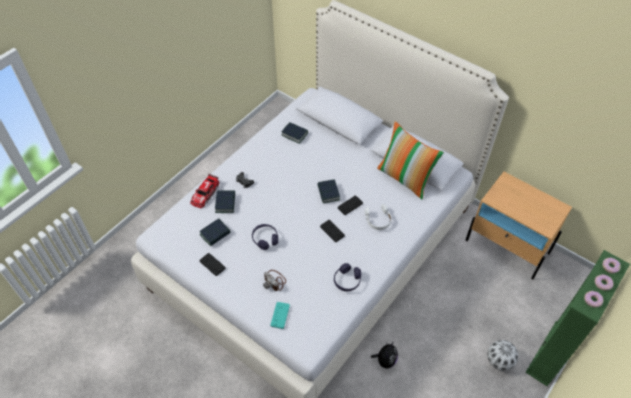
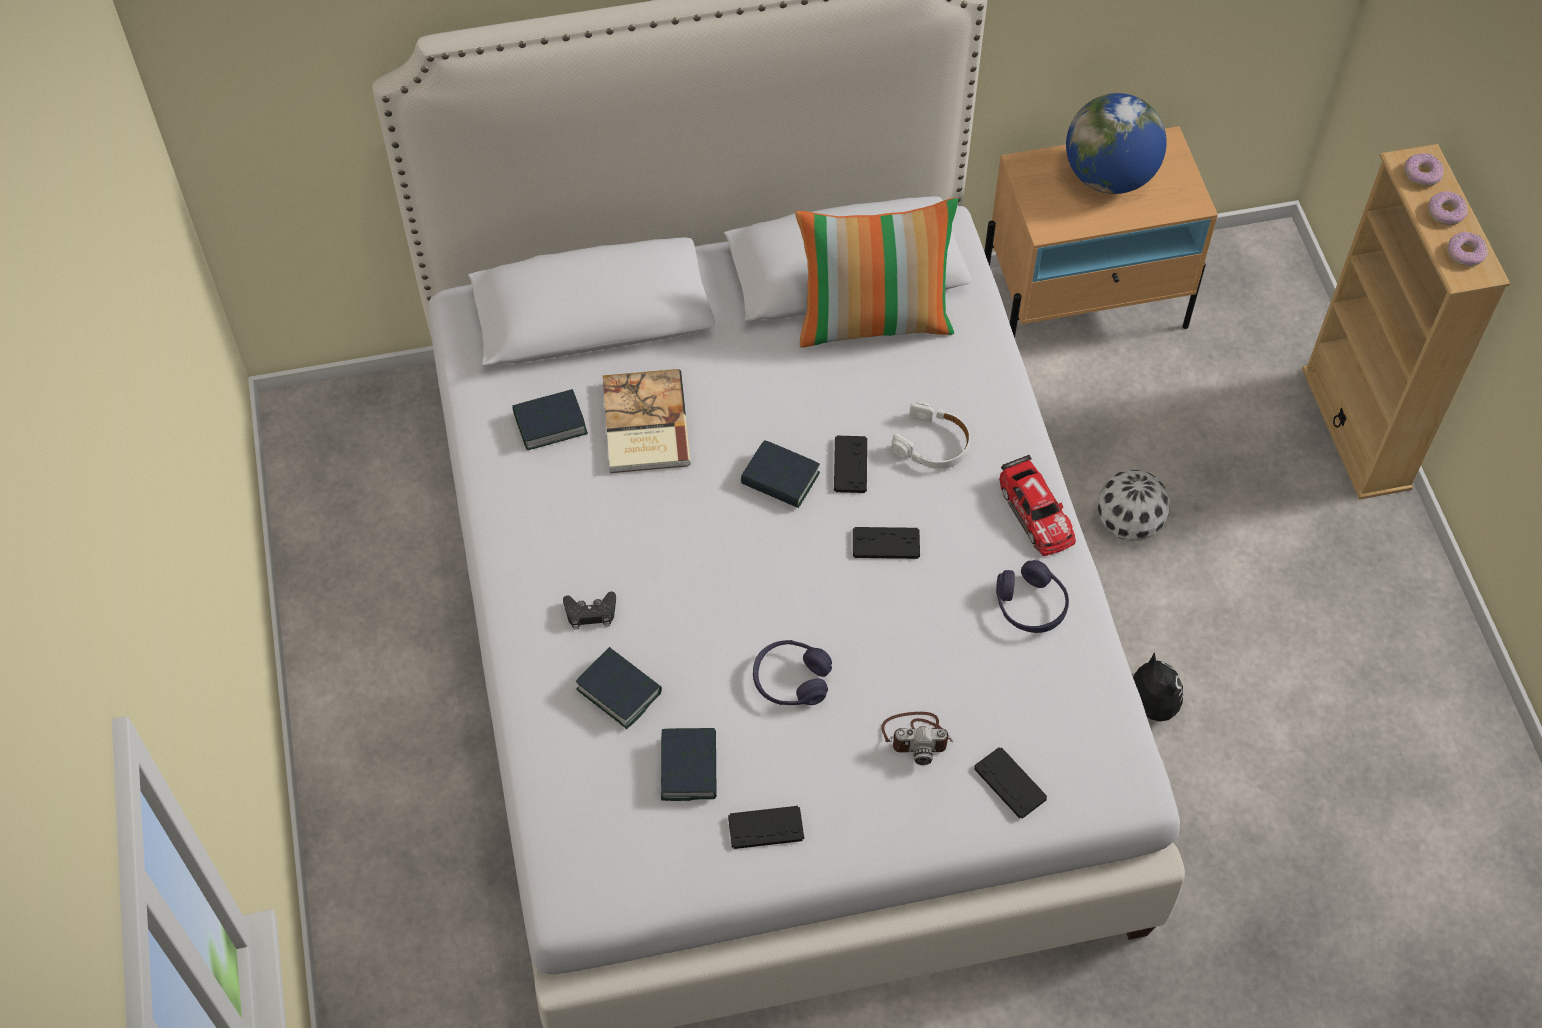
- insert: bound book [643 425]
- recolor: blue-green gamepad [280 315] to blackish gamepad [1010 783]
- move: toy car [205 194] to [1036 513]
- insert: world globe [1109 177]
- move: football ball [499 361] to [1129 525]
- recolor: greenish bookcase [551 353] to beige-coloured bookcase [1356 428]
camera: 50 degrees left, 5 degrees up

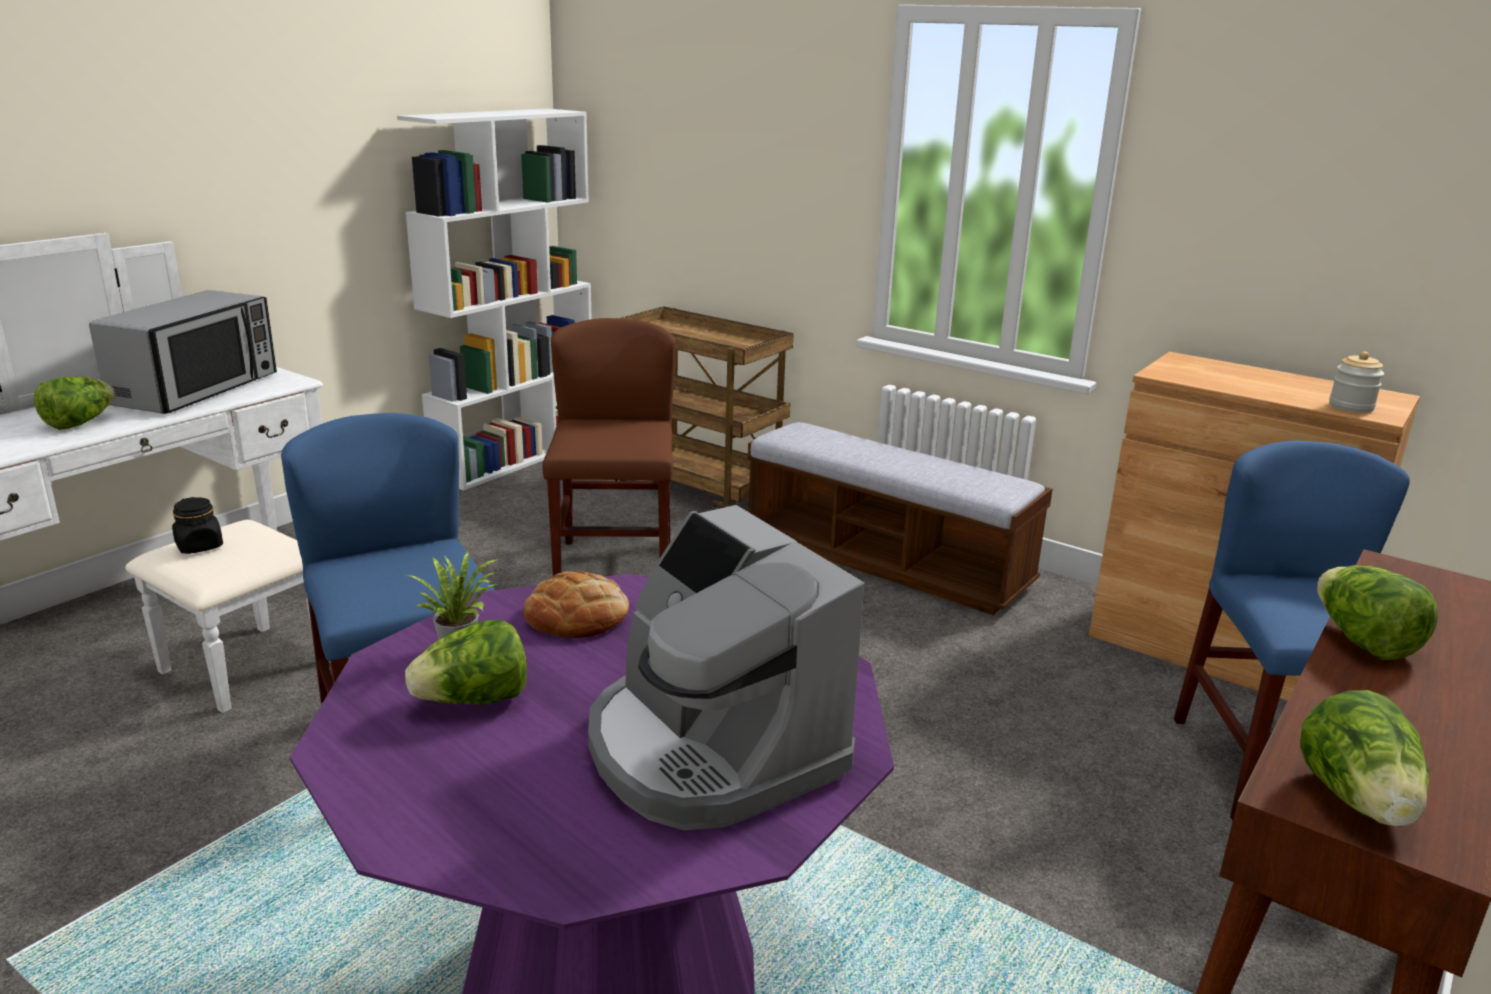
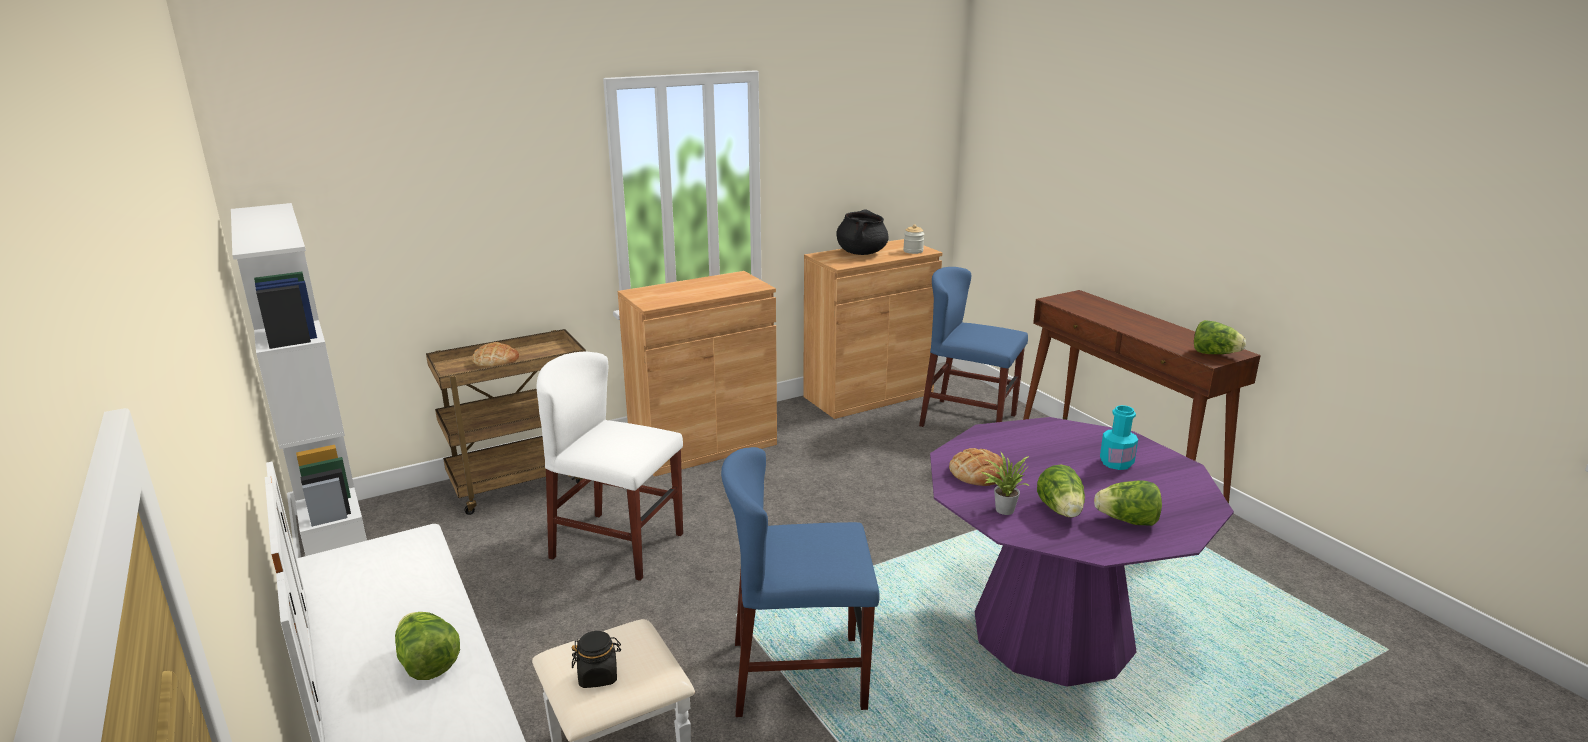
- insert: bakery bread [496 361]
- recolor: brown plain chair [614 569] to white plain chair [618 545]
- replace: long seat [885 561] to brown storage cabinet [703 446]
- insert: blackish saucepot [861 253]
- move: lettuce head [1362 642] to [1127 521]
- replace: coffee machine [710 750] to blue-green drink bottle [1116 463]
- delete: kitchen microwave [197 389]
camera: 65 degrees left, 0 degrees up

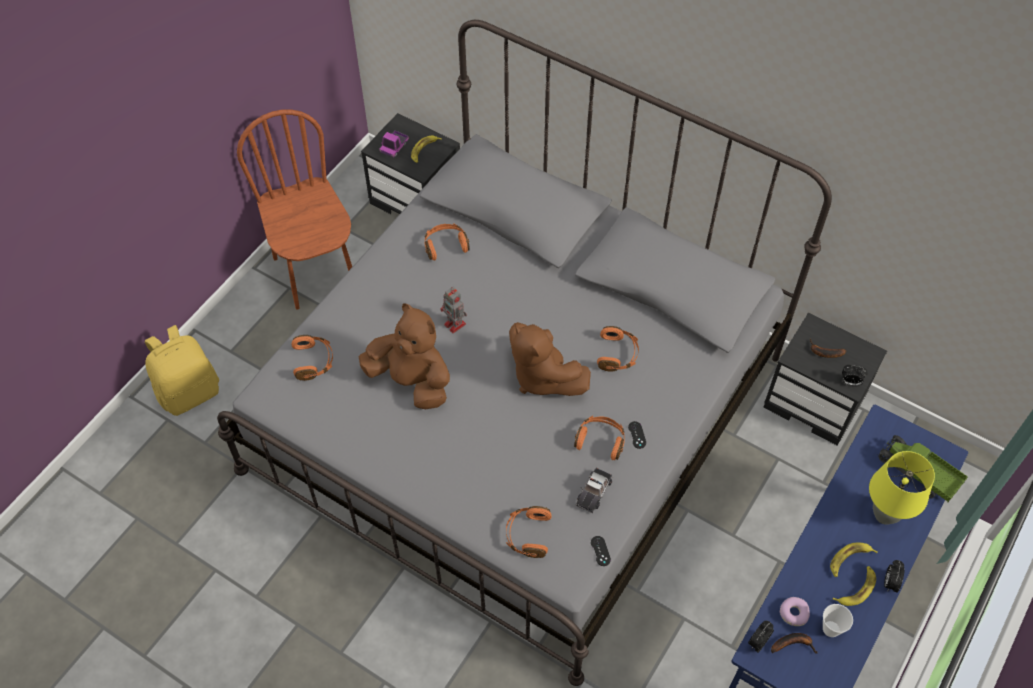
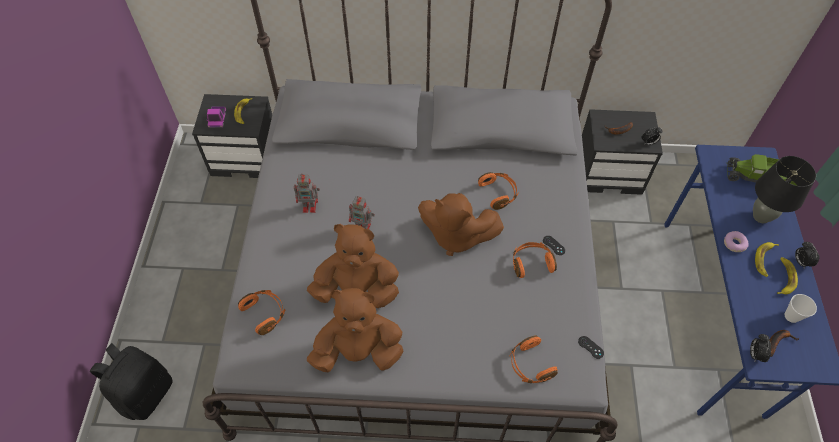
- recolor: yellowish knapsack [189 392] to blackish knapsack [145 393]
- insert: model robot [310 206]
- insert: brown plush toy [358 351]
- move: donut [793 613] to [734 244]
- recolor: yellowish table lamp [885 515] to blackish table lamp [761 216]
- delete: brown plain chair [316 273]
- delete: orange headphones [445 245]
- delete: toy car [593 492]
camera: 30 degrees left, 0 degrees up

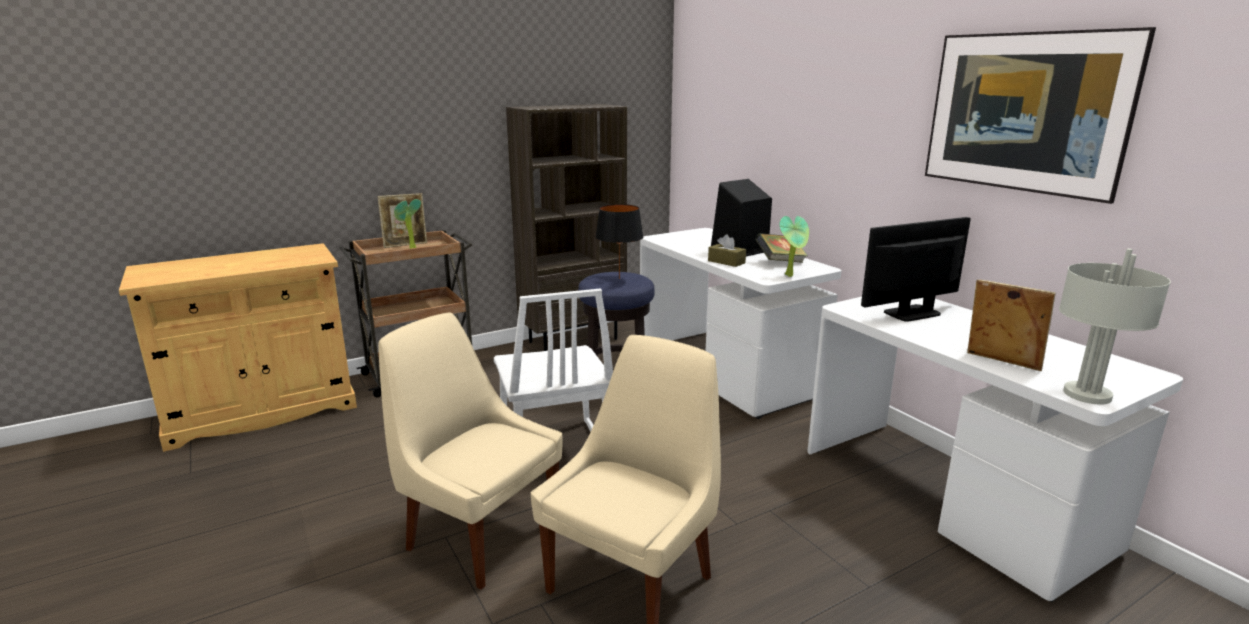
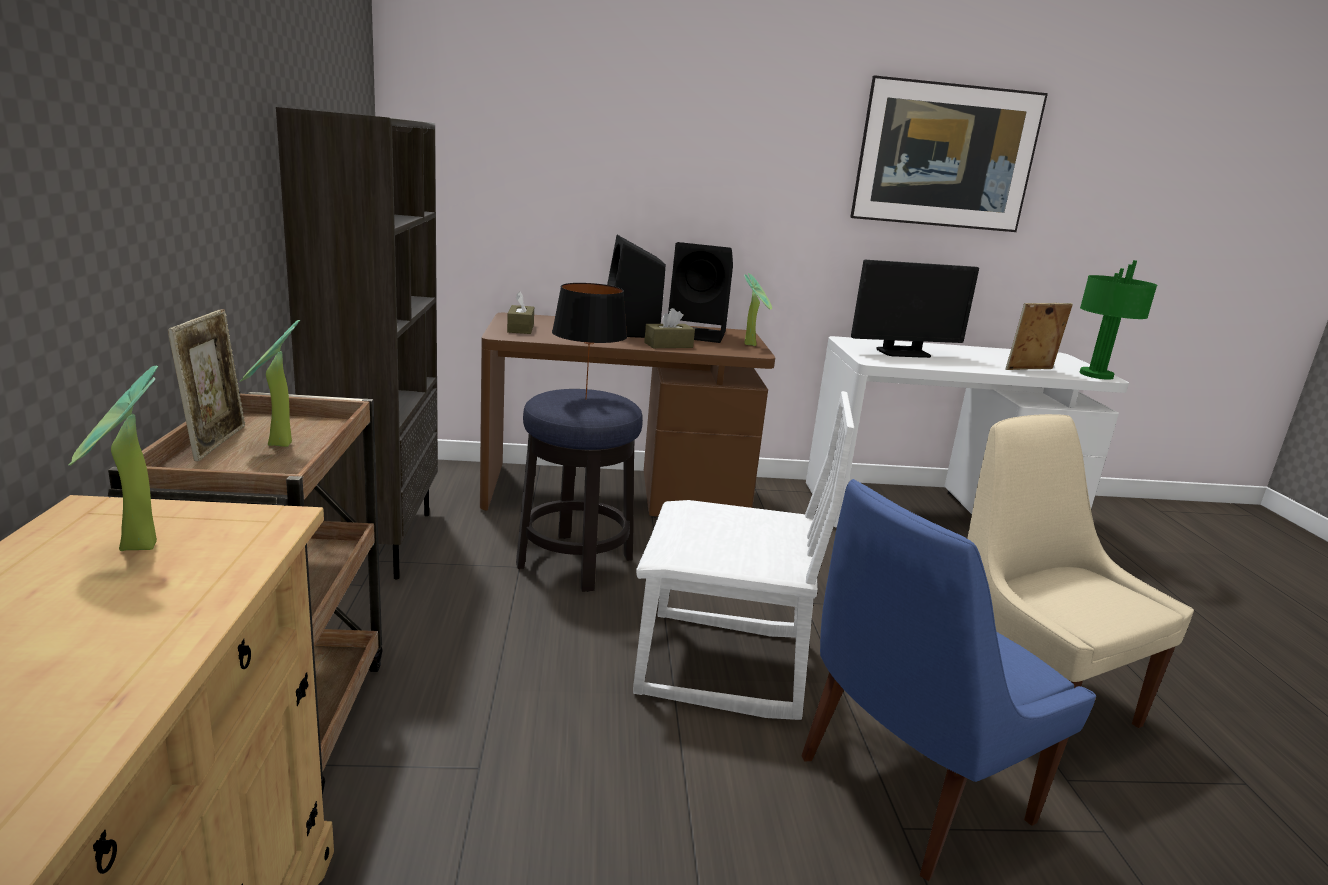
- insert: potted plant [133 551]
- recolor: white desk unit [726 371] to brown desk unit [618 494]
- insert: brown tissue box [520 328]
- replace: bound book [780 262] to blackish loudspeaker [698 334]
- recolor: beige-coloured plain chair [479 534] to bluish plain chair [907 792]
- rotate: computer screen [912 313] = [903 353] 105 degrees counterclockwise
- recolor: grey table lamp [1085 394] to greenish table lamp [1095 375]
camera: 65 degrees left, 0 degrees up

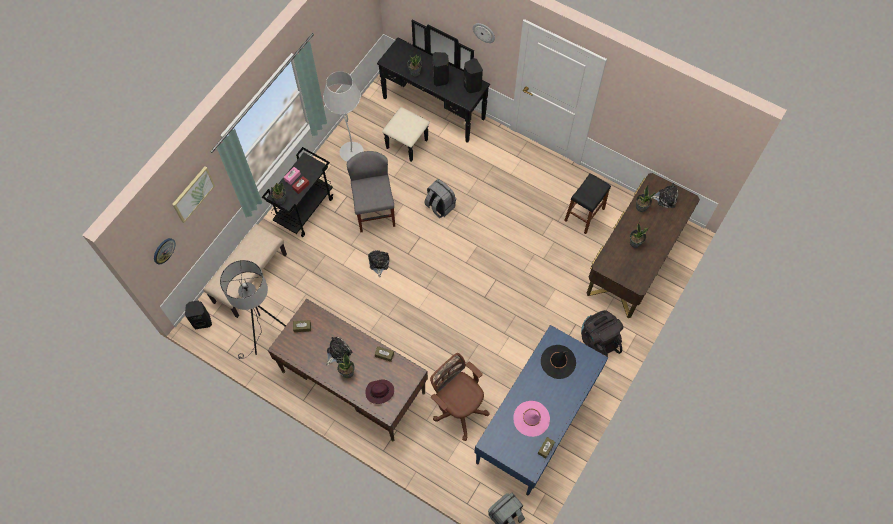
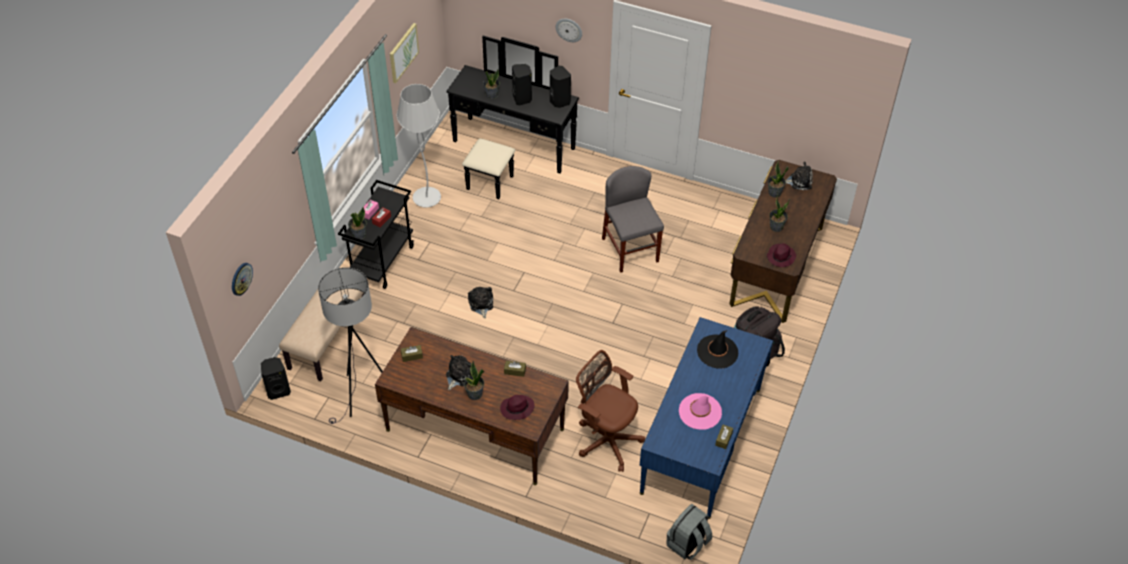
- move: wall picture [193 194] to [403 52]
- move: grey plain chair [374 211] to [630 250]
- insert: purple-coloured clothing hat [781 256]
- delete: grey knapsack [439 206]
- delete: blackish stool [584 214]
camera: 10 degrees left, 15 degrees down

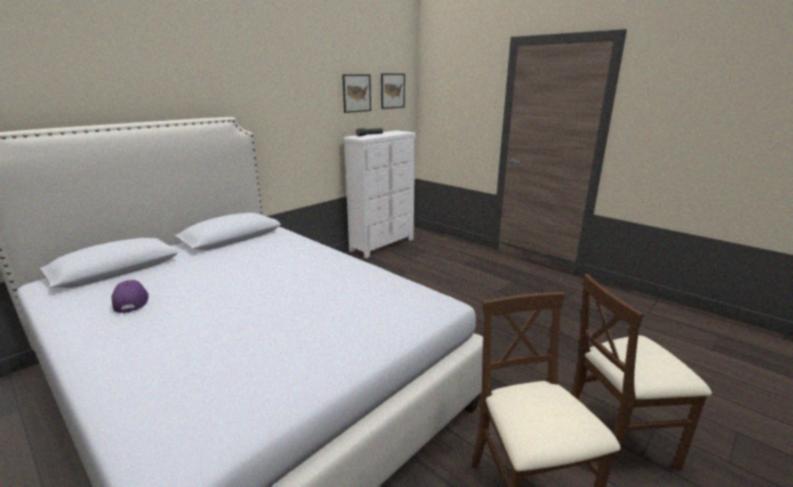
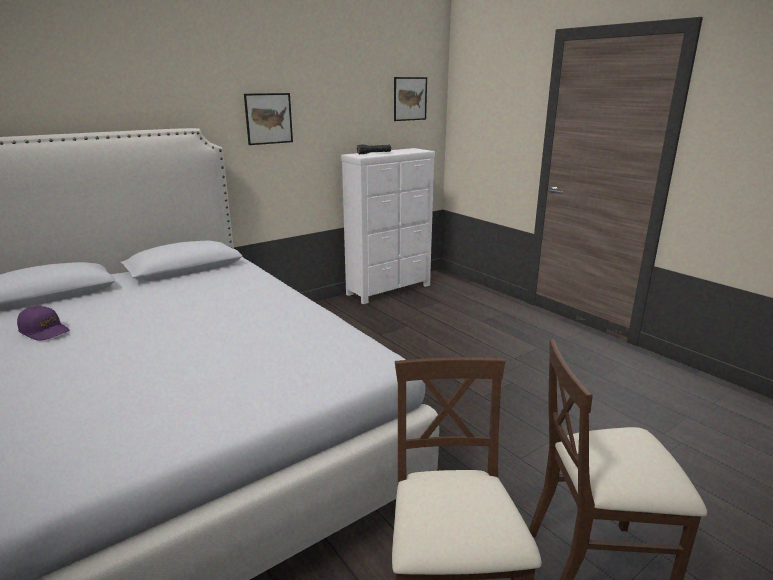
- rotate: purple-coloured peaked cap [131 301] = [44 331] 135 degrees clockwise
- move: wall picture [356 93] to [268 118]
camera: 10 degrees right, 0 degrees up

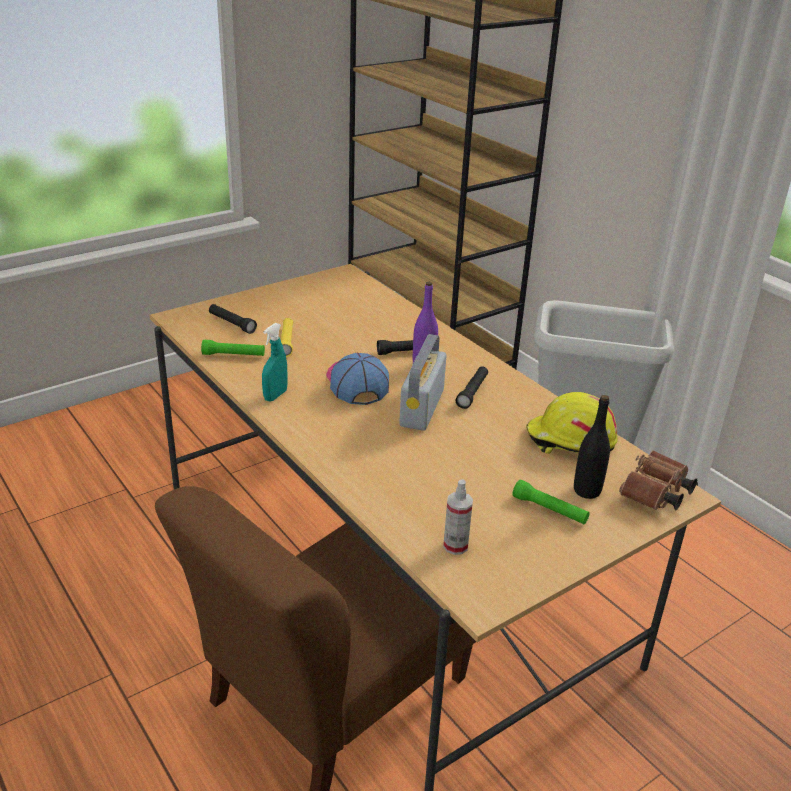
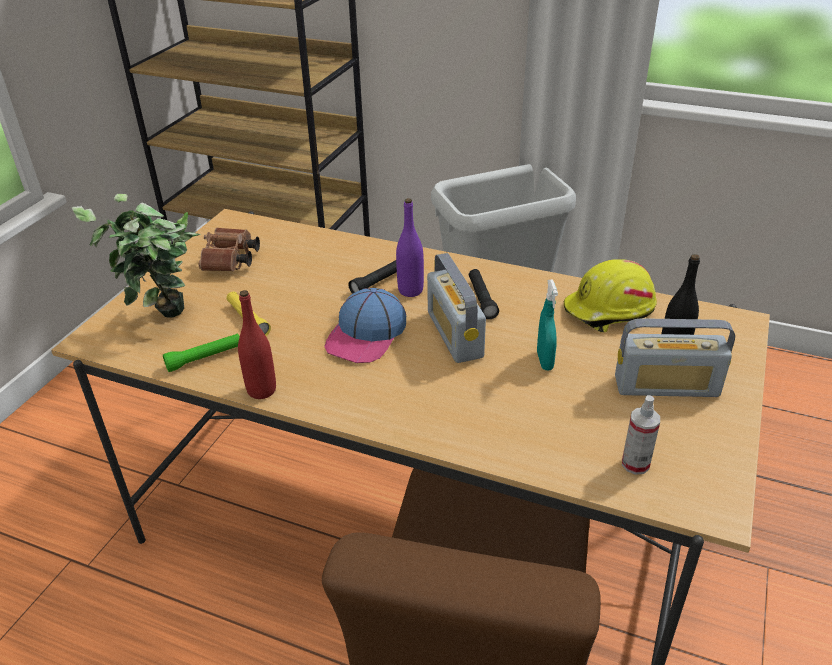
- replace: blackish hand torch [232 324] to potted plant [165 322]
- move: brown field glasses [654 495] to [230 262]
- insert: red-coloured drink bottle [261 390]
- rotate: peaked cap [356 383] = [366 335] 105 degrees counterclockwise
- move: blue-green spray bottle [275 395] to [544 361]
- replace: greenish hand torch [549 510] to radio set [666 386]
camera: 30 degrees left, 5 degrees up

